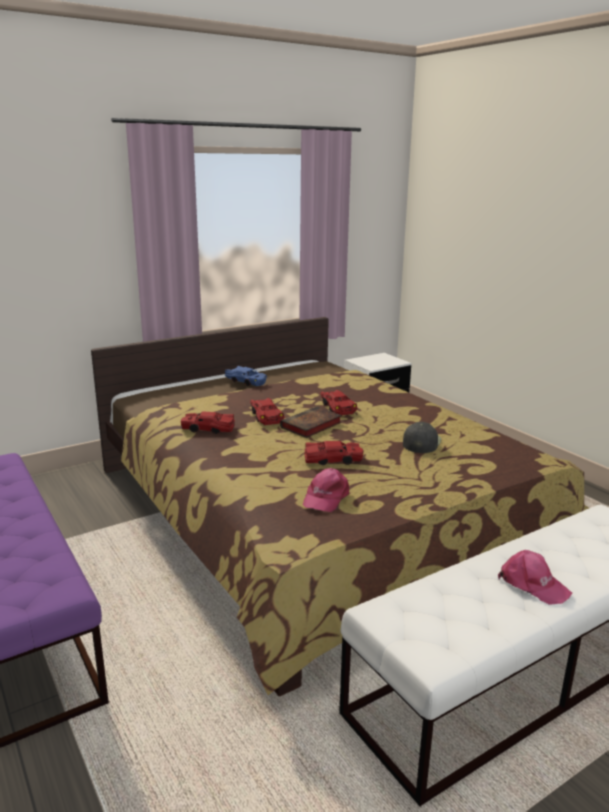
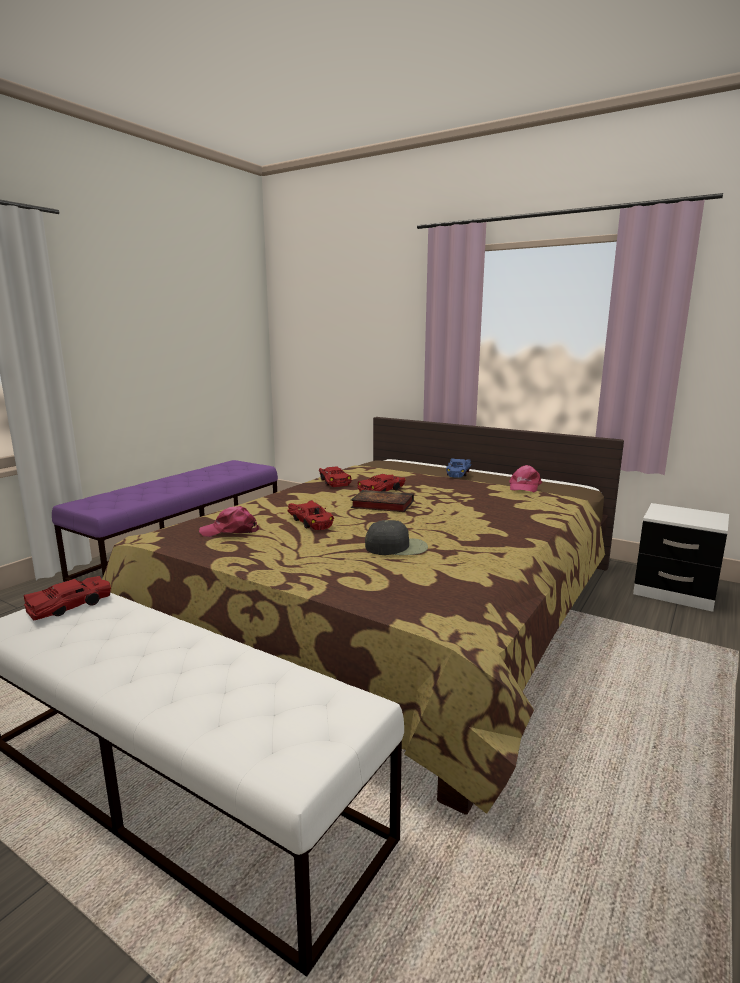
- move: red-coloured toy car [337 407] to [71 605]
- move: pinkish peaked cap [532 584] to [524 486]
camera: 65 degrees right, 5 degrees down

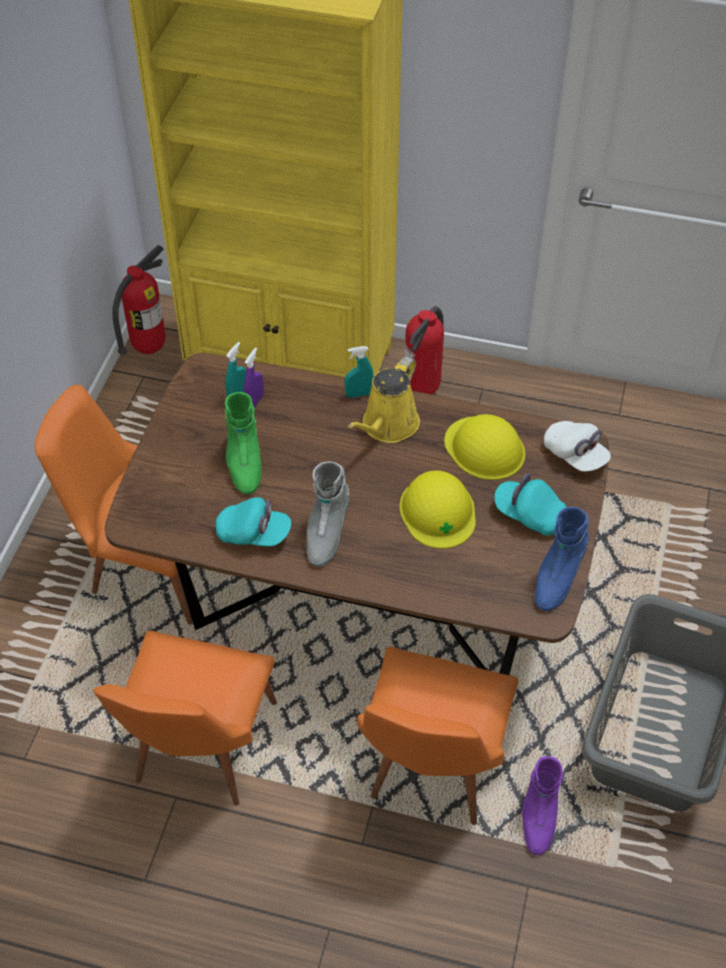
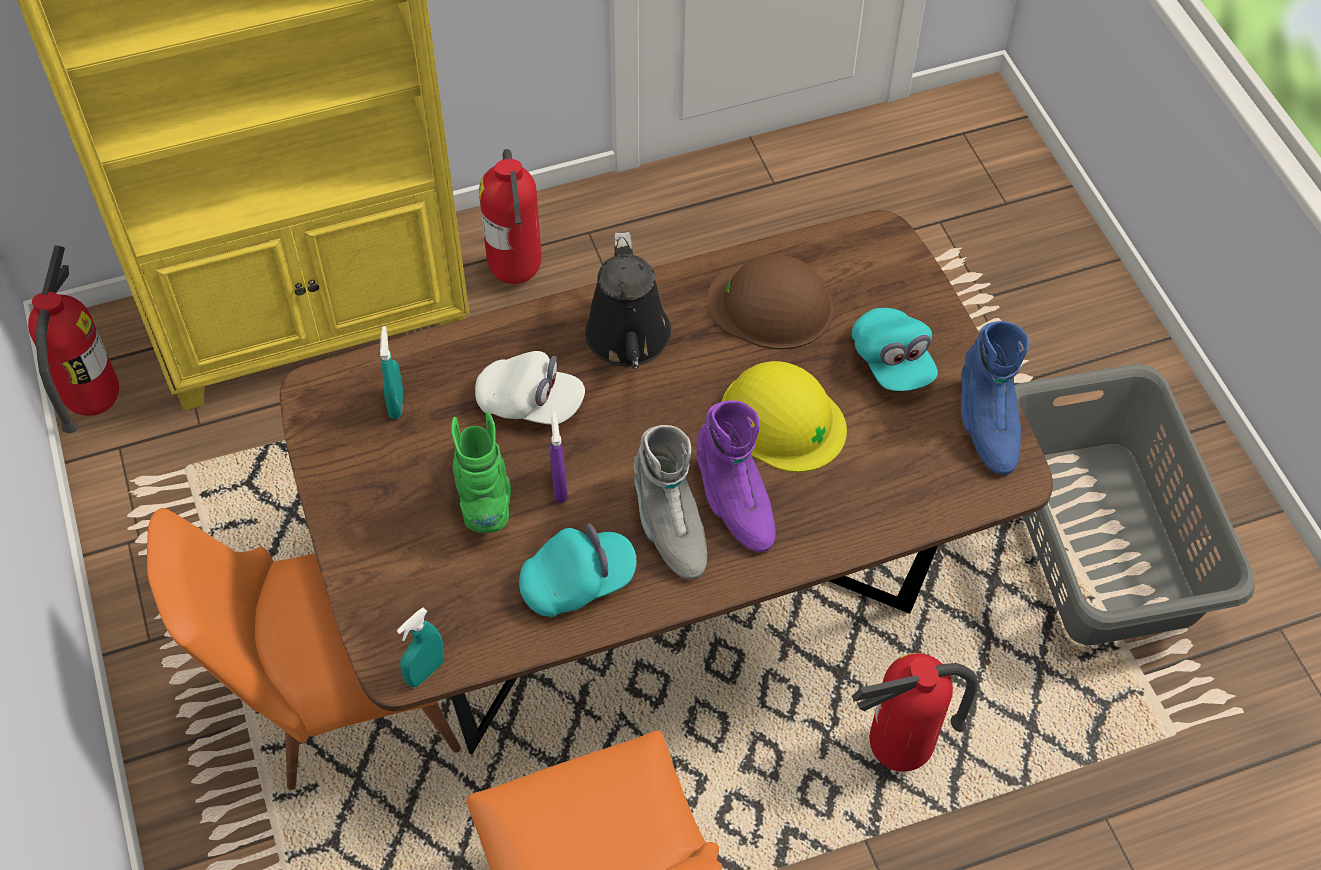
- move: blue-green spray bottle [359 394] to [425 672]
- rotate: greenish high-top boot [244 463] = [484 493] 150 degrees counterclockwise
- move: white peaked cap [575 455] to [530 403]
- move: purple-coloured spray bottle [254 401] to [559 486]
- recolor: yellowish watering pot [387 426] to blackish watering pot [629 340]
- move: purple-coloured high-top boot [538 816] to [734 502]
- recolor: yellowish hard hat [484 448] to brown hard hat [771 305]
- rotate: blue-green peaked cap [529 515] = [892 362] 105 degrees counterclockwise
- replace: orange plain chair [431 772] to fire-fighting cylinder [898 753]
camera: 35 degrees left, 5 degrees up

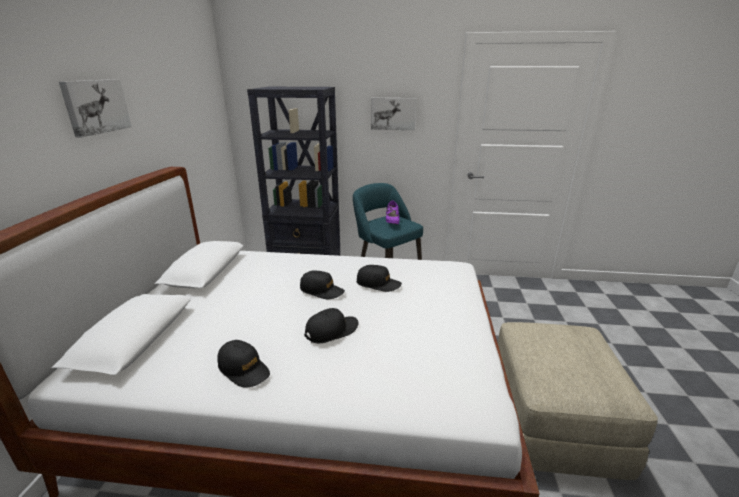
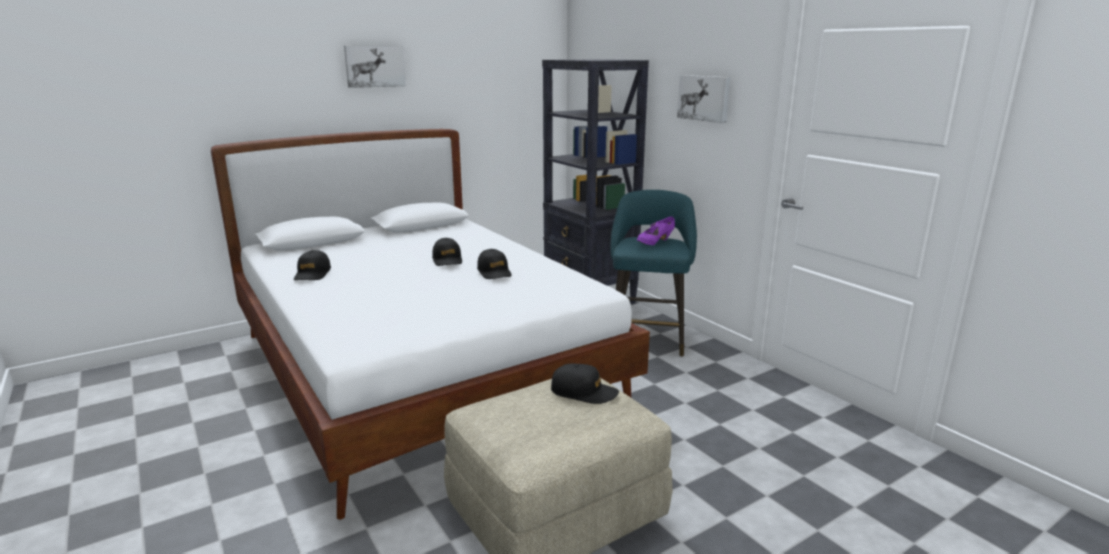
- move: blackish peaked cap [332 331] to [583 392]
camera: 50 degrees right, 5 degrees down

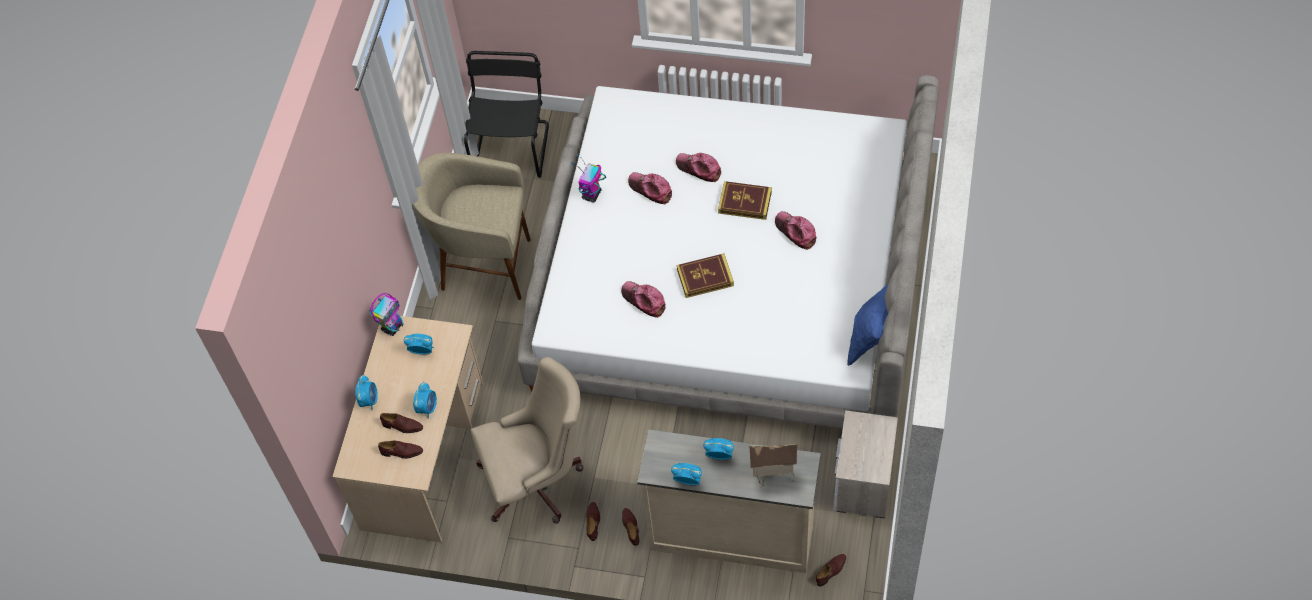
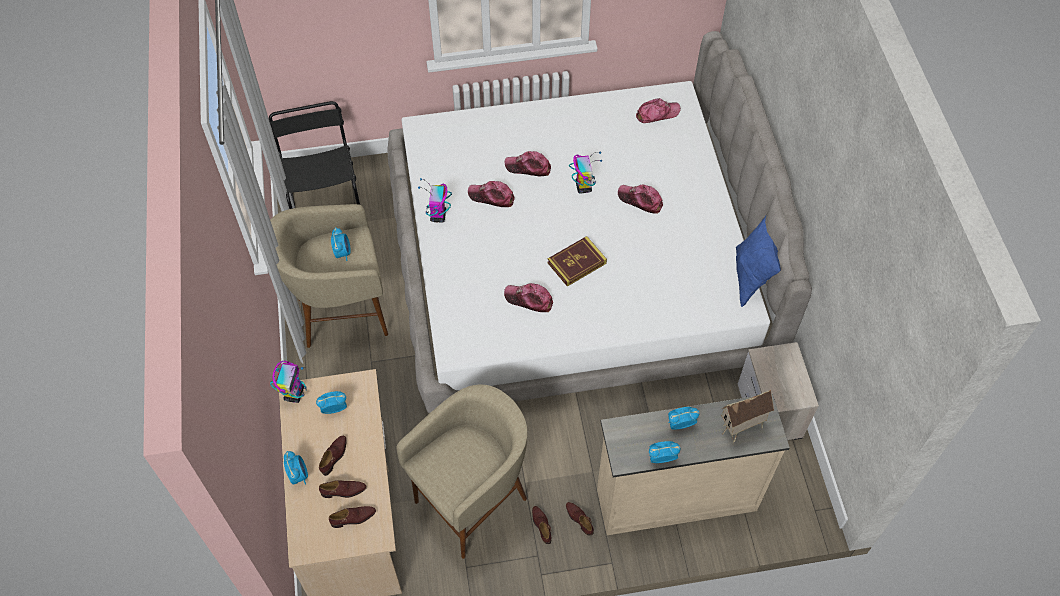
- move: brown shoe [831 571] to [334 456]
- move: alarm clock [427 408] to [342 252]
- replace: beige-coloured computer chair [538 481] to beige-coloured stool [473 502]
- replace: bound book [745 202] to model robot [583 186]
- insert: peaked cap [657 113]
camera: 25 degrees left, 0 degrees up

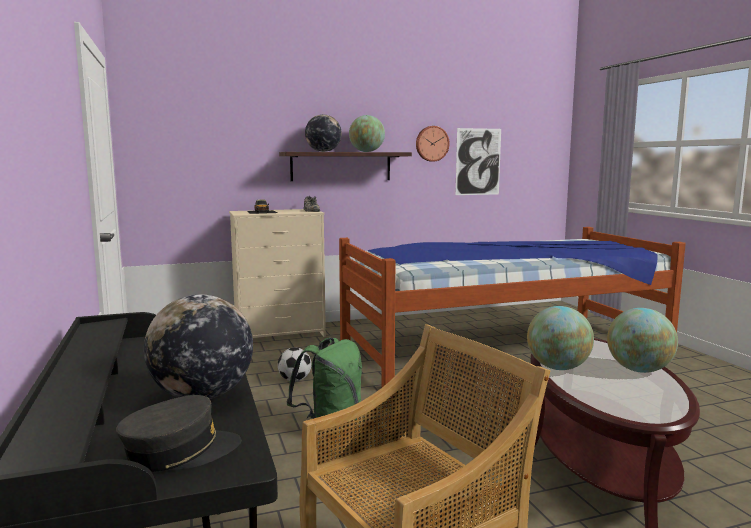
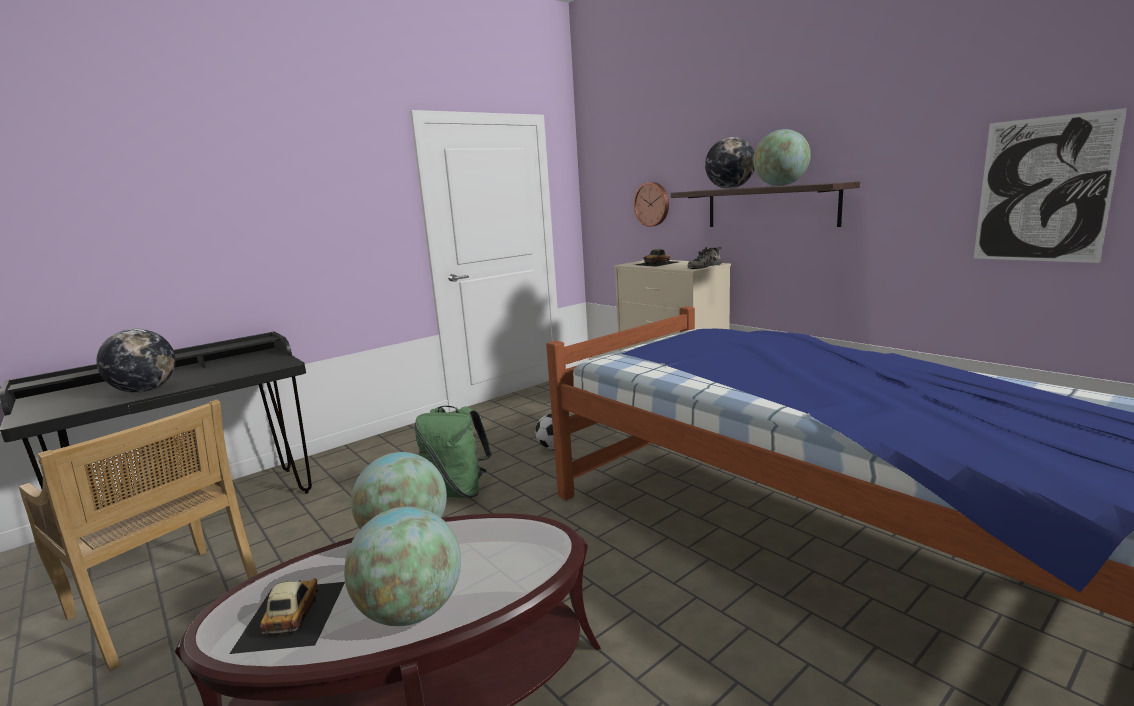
- insert: toy car [291 615]
- move: wall clock [431 143] to [652 204]
- delete: grey peaked cap [180 452]
camera: 70 degrees right, 5 degrees up

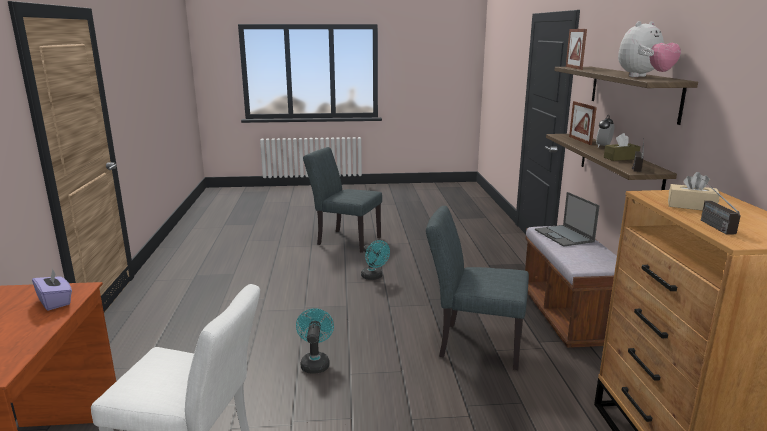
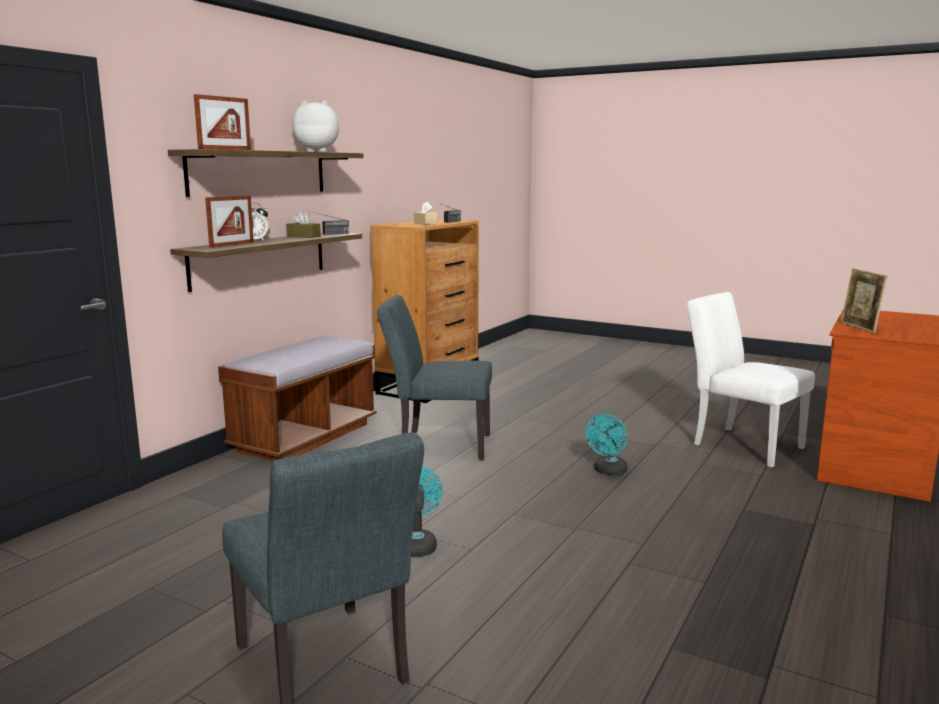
- rotate: grey plain chair [473 344] = [437 445] 135 degrees clockwise
- replace: purple-coloured tissue box [55 302] to standing frame [859 327]
- delete: laptop [564 236]
camera: 145 degrees left, 5 degrees down

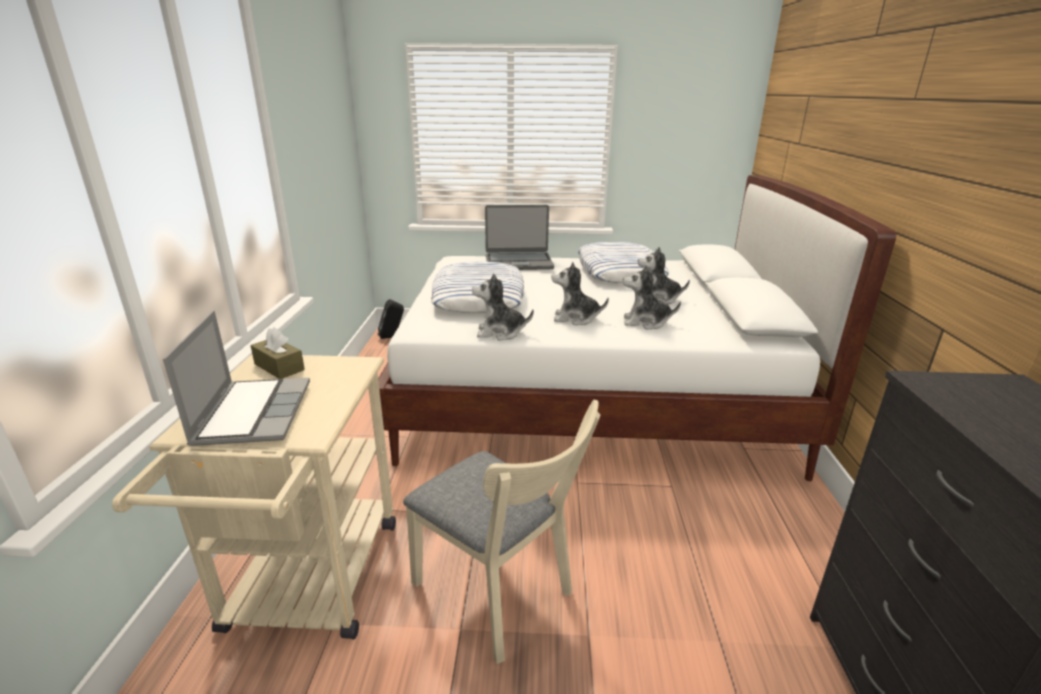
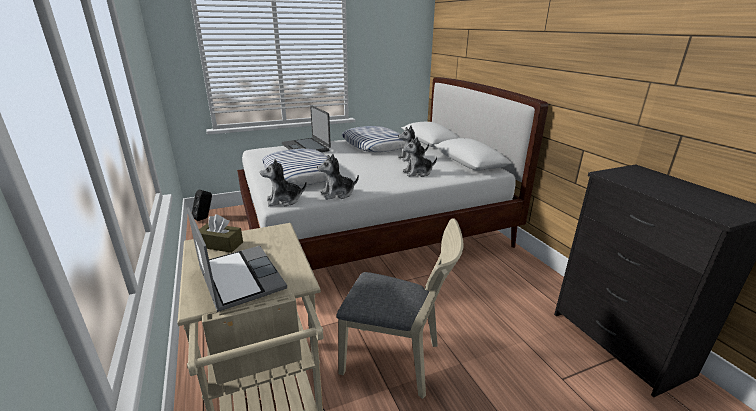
- move: plush toy [575 318] to [284 201]
- rotate: laptop [518 262] = [306 147] 90 degrees clockwise
camera: 25 degrees left, 0 degrees up

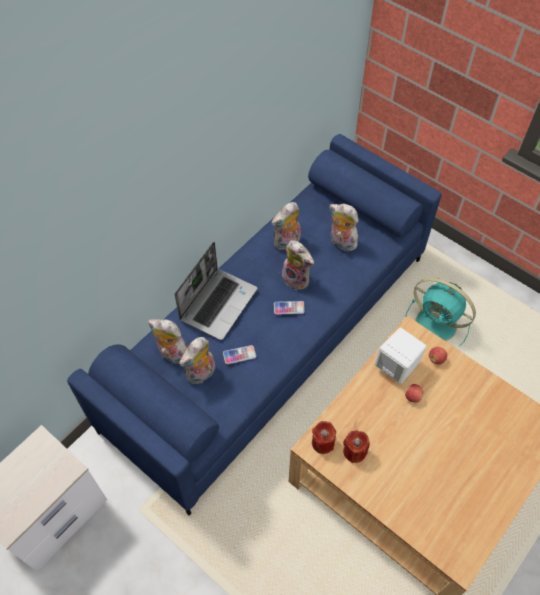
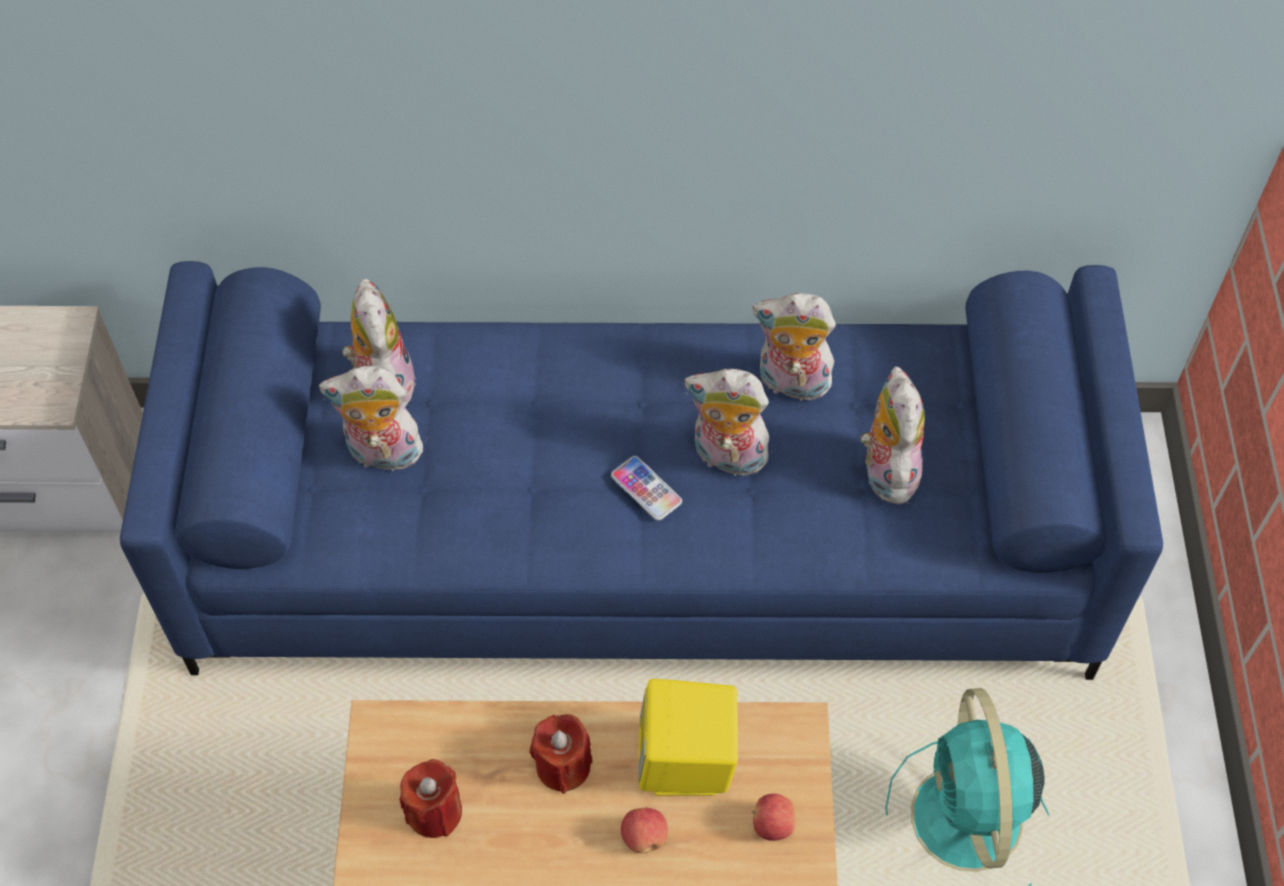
- move: red-coloured wax light [323 443] to [563 765]
- recolor: white loudspeaker [397 366] to yellowish loudspeaker [687 763]
- rotate: plush toy [297 278] = [726 457] 105 degrees clockwise
- delete: laptop [218 303]
- delete: handset [239 355]
camera: 50 degrees right, 0 degrees up

